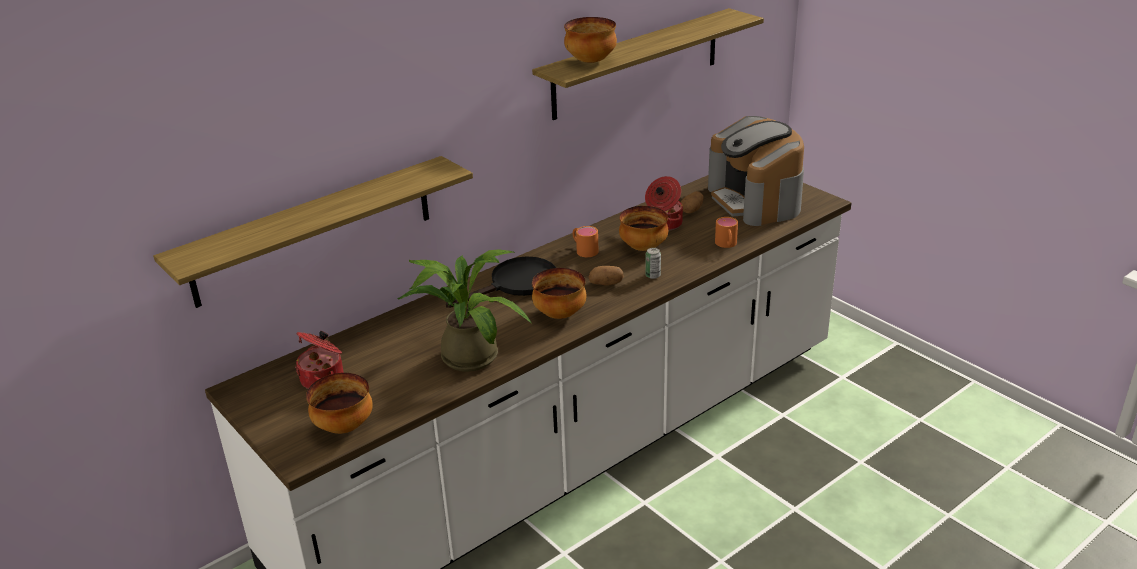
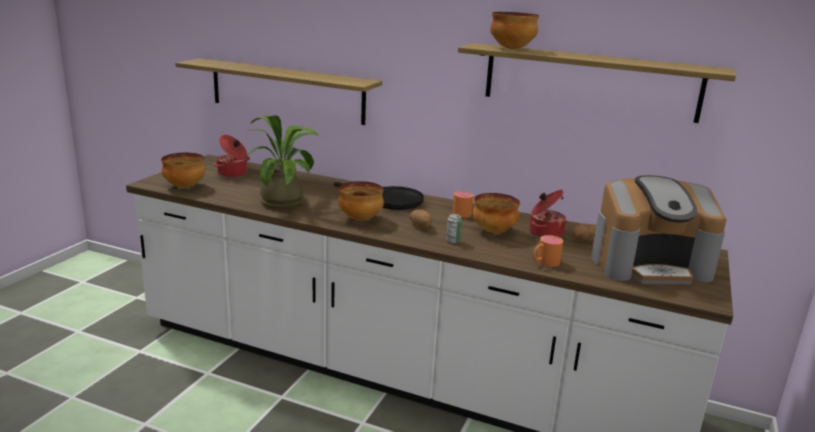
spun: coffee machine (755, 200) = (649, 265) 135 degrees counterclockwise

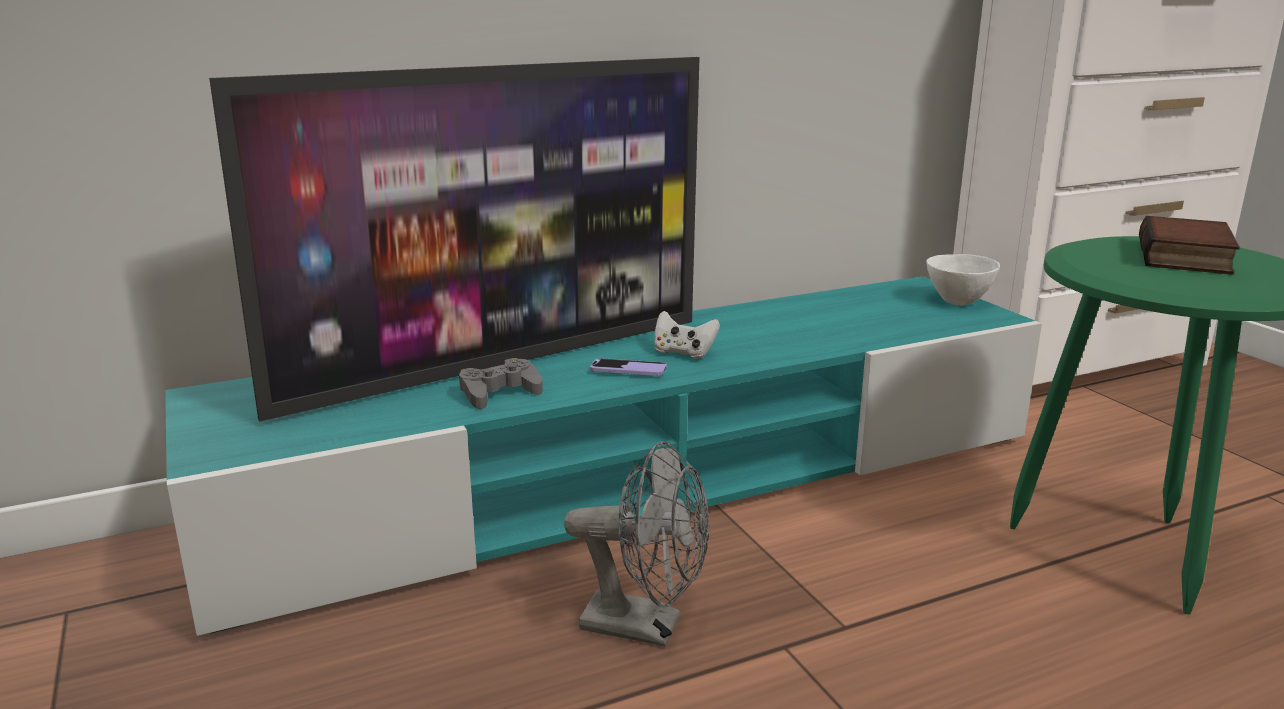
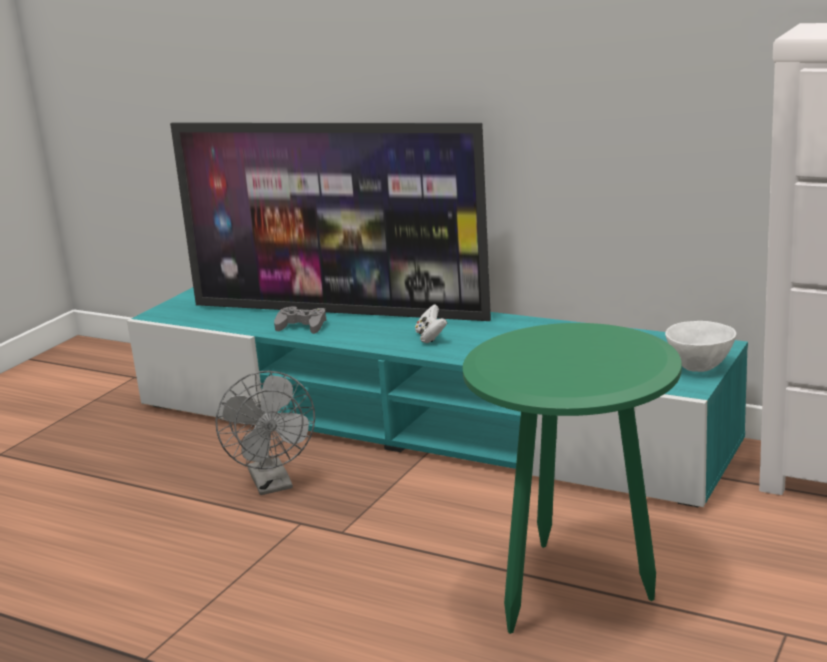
missing: phone (628, 370); book (1187, 257)

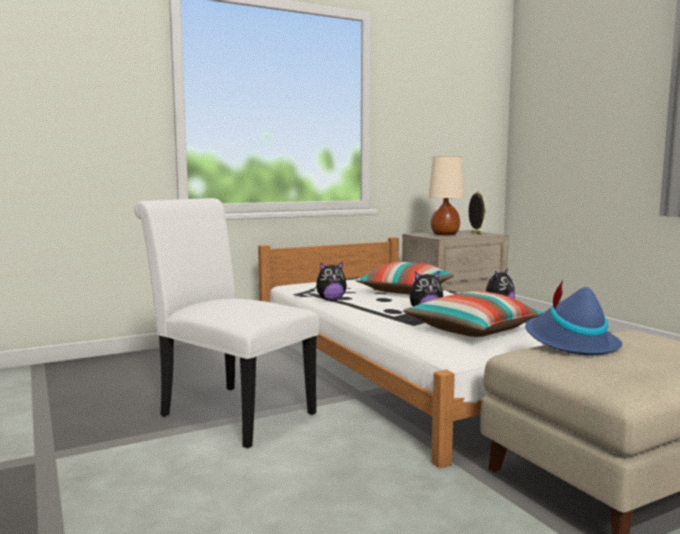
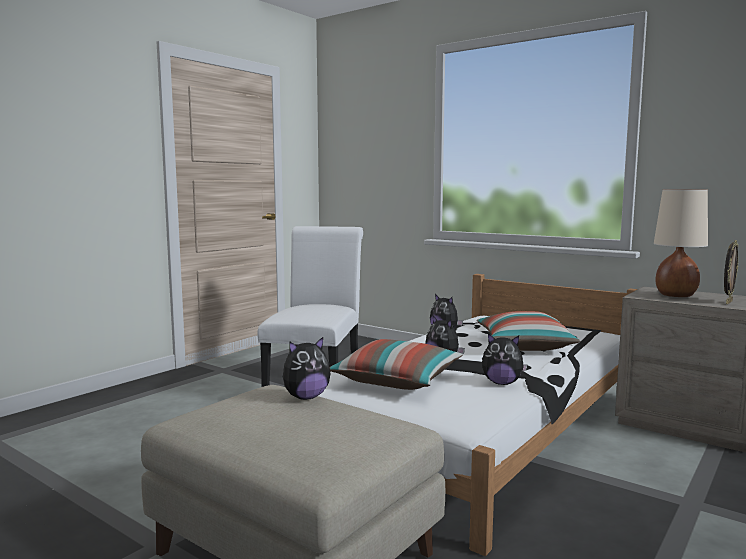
exchanged: blue hat (569, 343) to plush toy (305, 397)

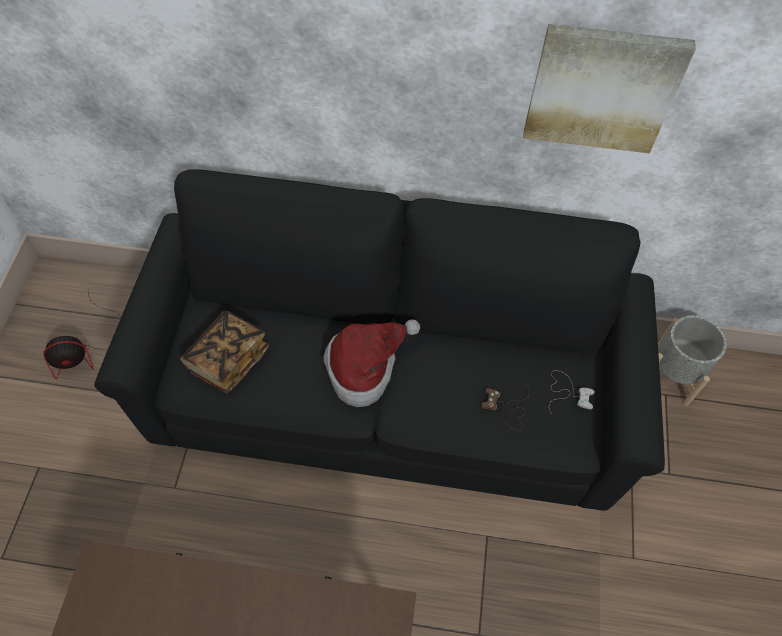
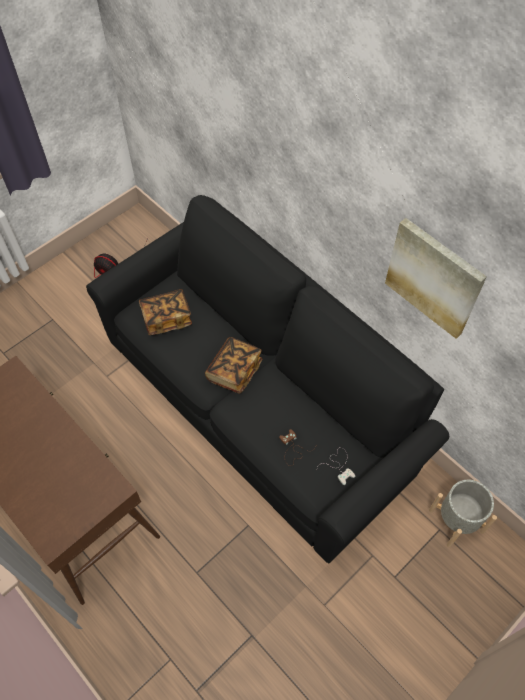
exchanged: hat (365, 367) to book (234, 371)

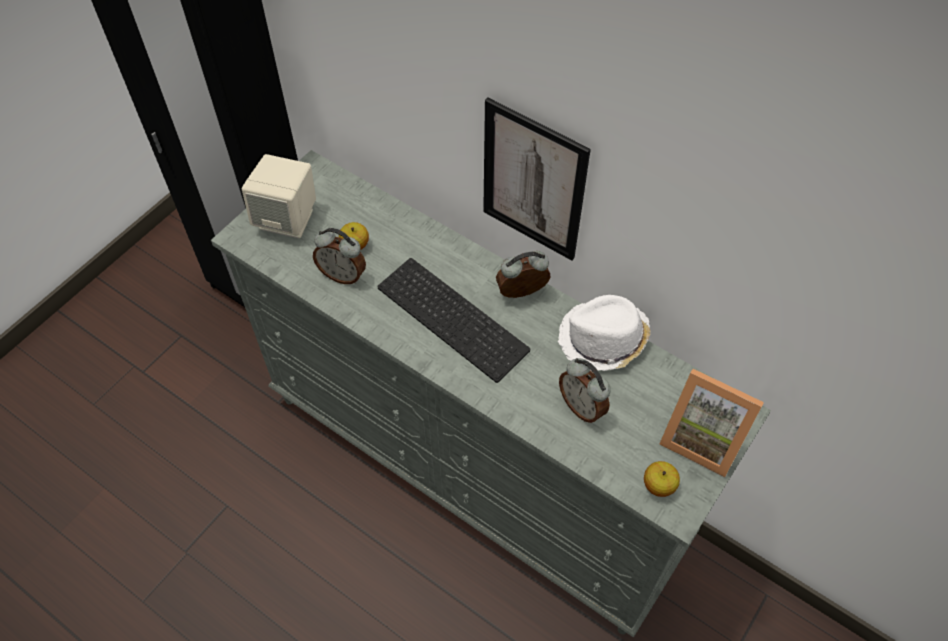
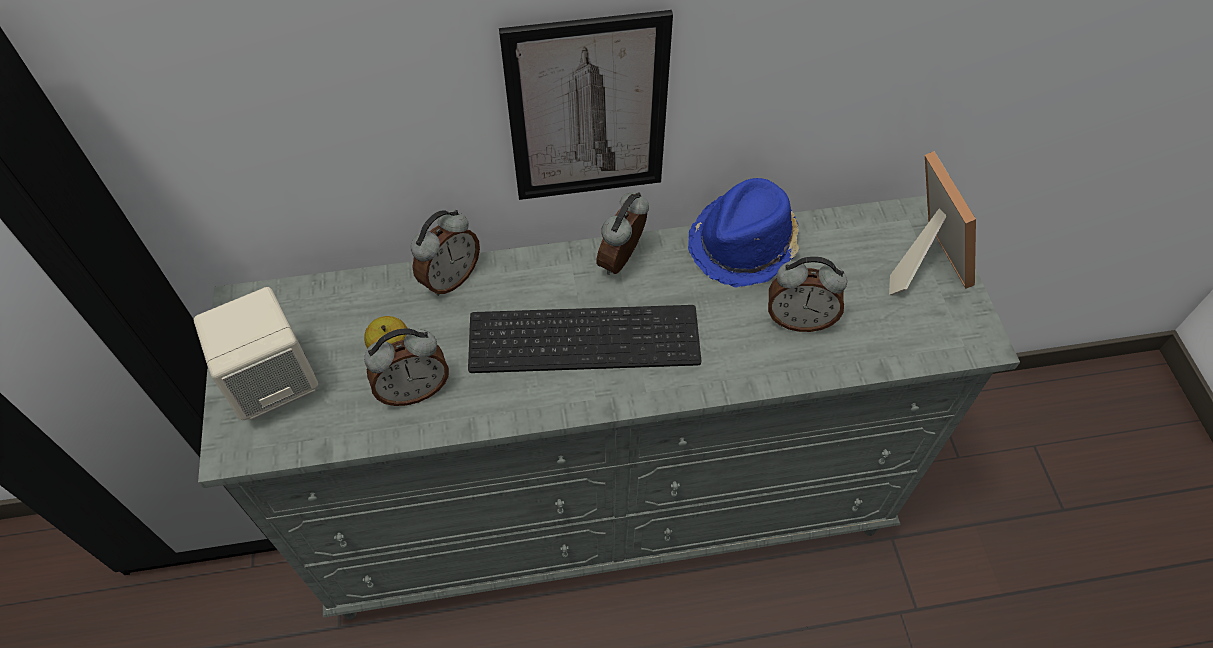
missing: apple (658, 485)
appeared: alarm clock (450, 278)
colour: white hat (602, 340) to blue hat (744, 244)
spun: picture frame (702, 438) = (922, 261) 90 degrees counterclockwise

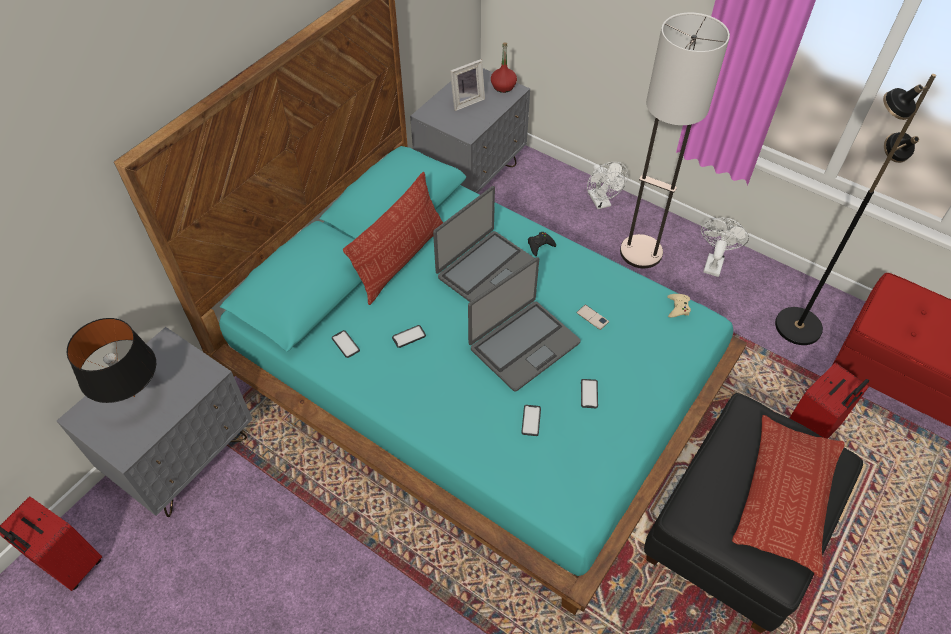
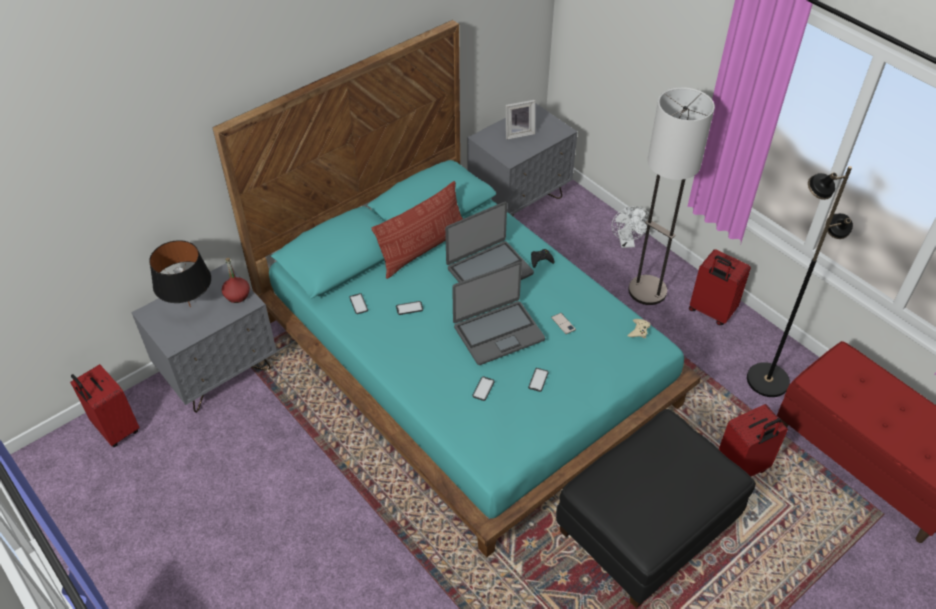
missing: pillow (786, 496)
relocated: red bottle (503, 86) to (237, 295)
exchanged: white fan (714, 262) to red suitcase (711, 312)

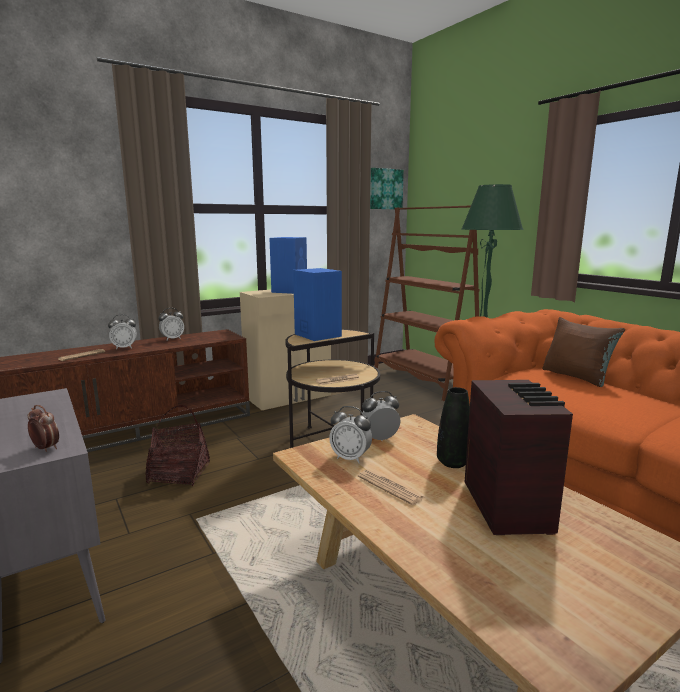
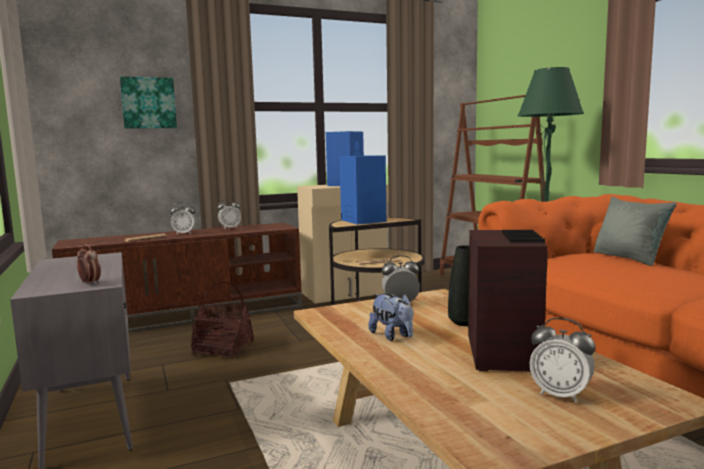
relocated: alarm clock (350, 458) to (560, 395); picture (385, 189) to (148, 103)
exchanged: newspaper (390, 487) to plush toy (392, 336)
colour: brown pillow (576, 377) to grey pillow (629, 258)

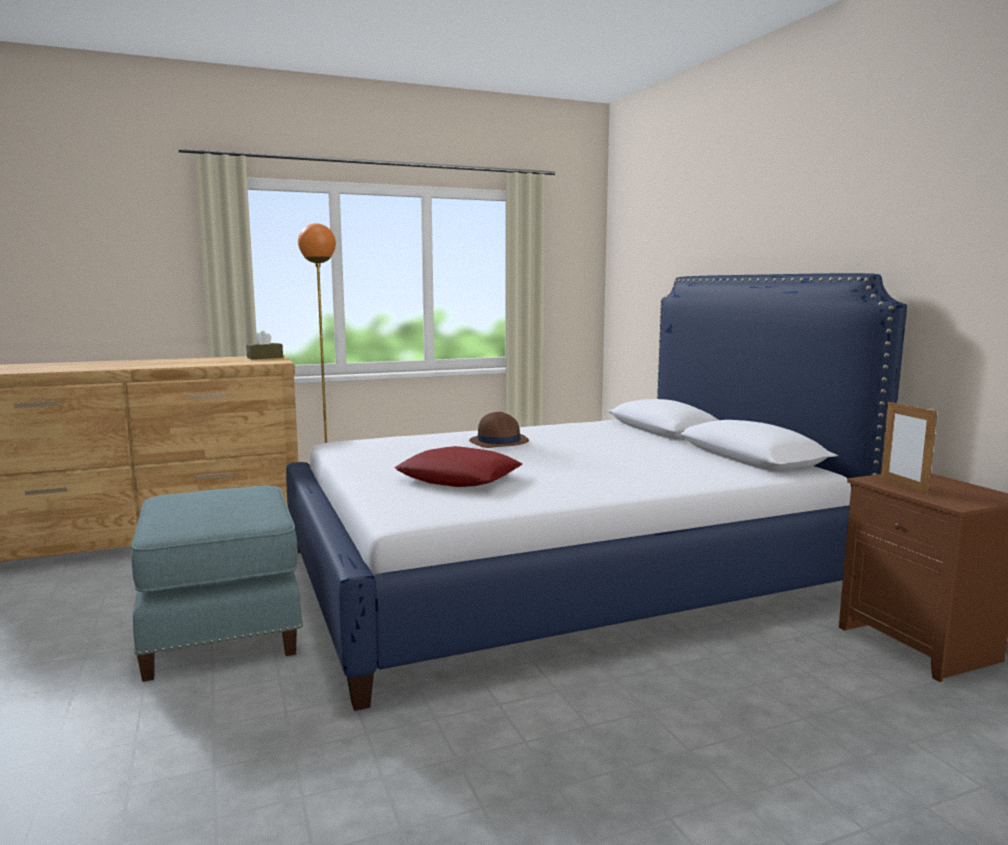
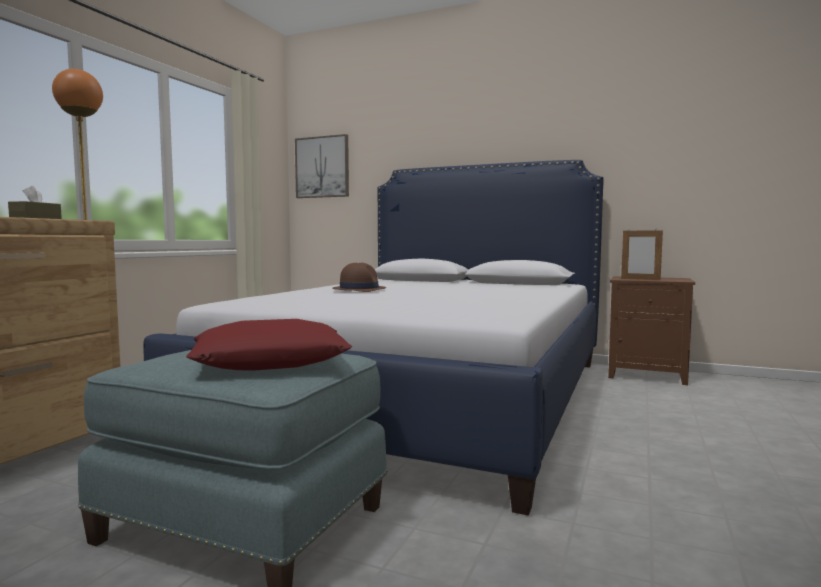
appeared: picture (322, 167)
relocated: red pillow (459, 478) to (271, 360)

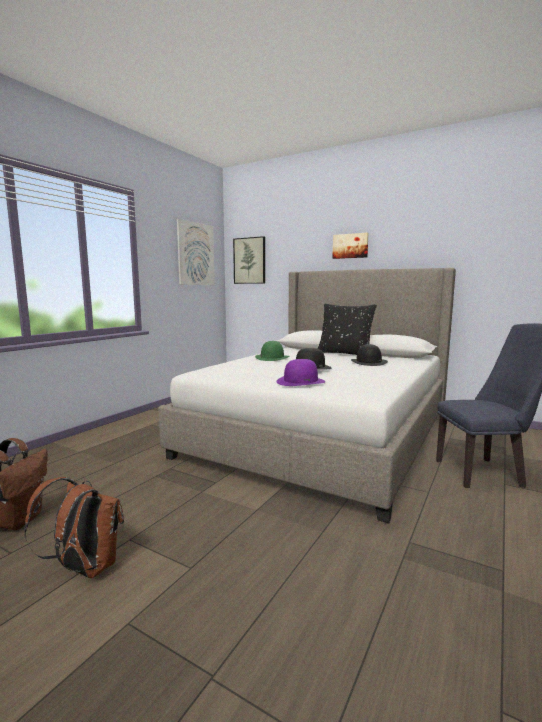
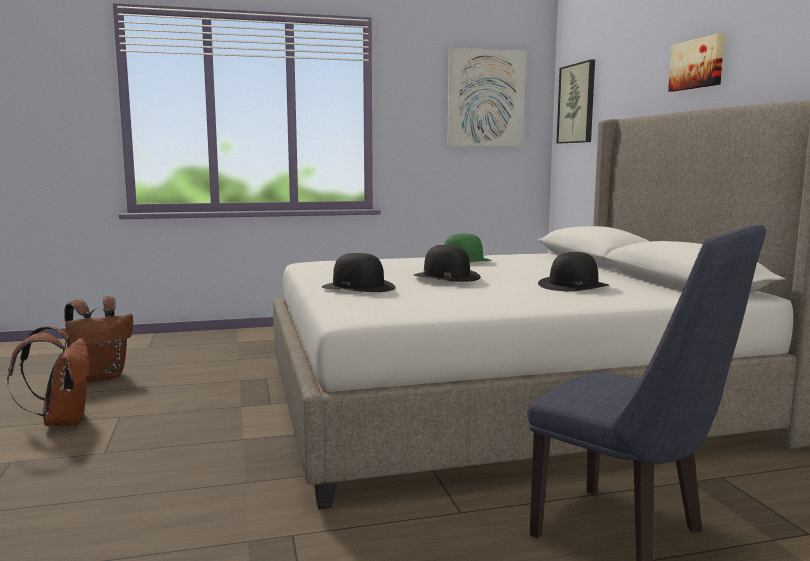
missing: black pillow (345, 354)
colour: purple hat (301, 381) to black hat (359, 287)

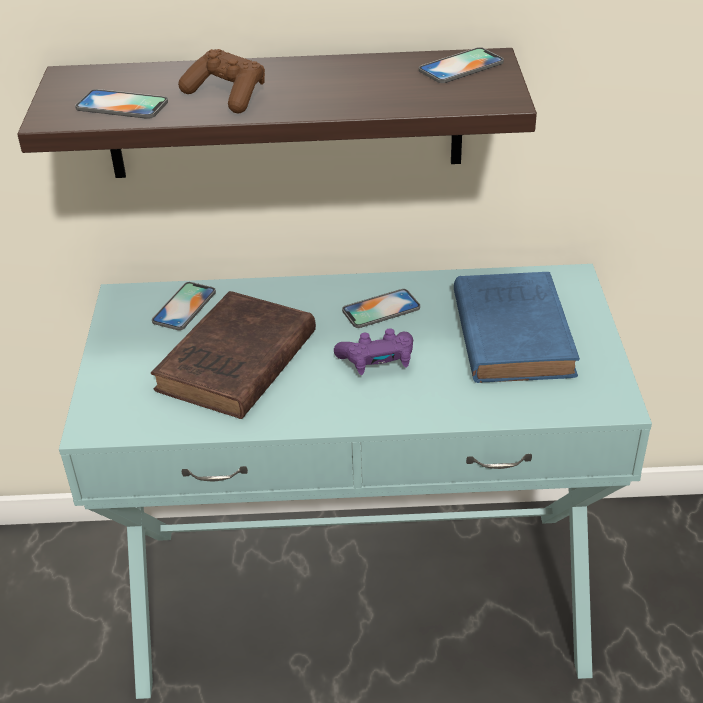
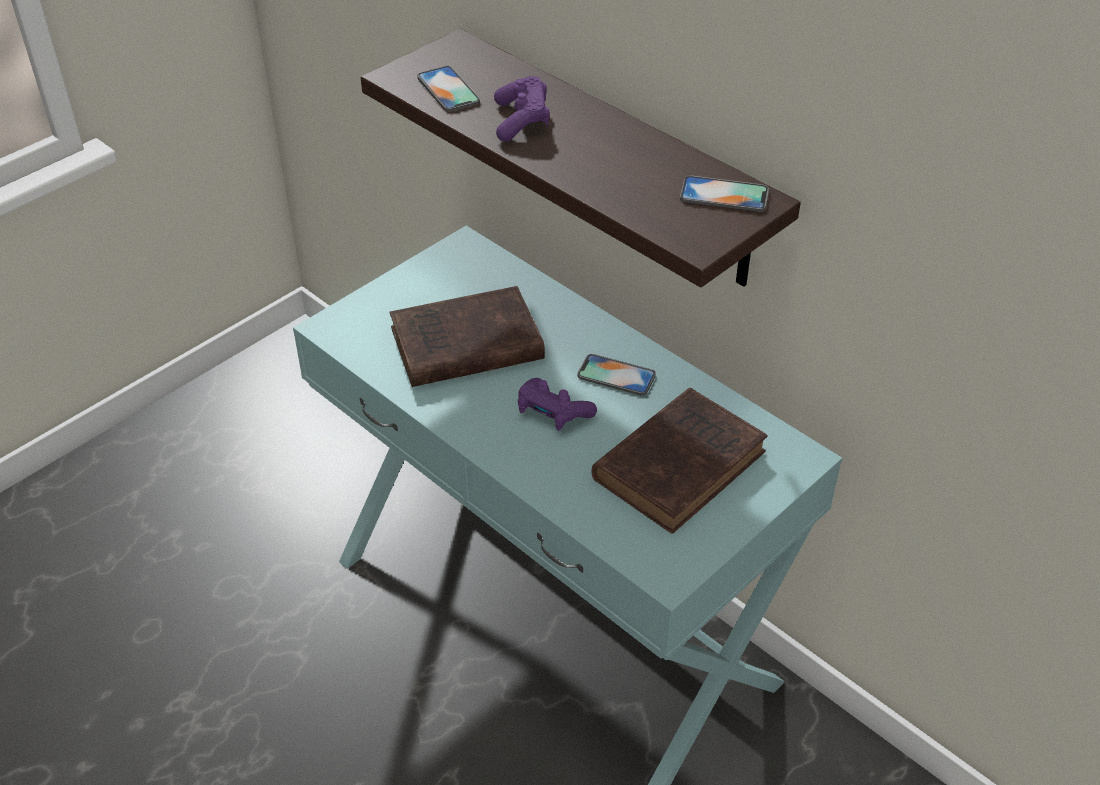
missing: phone (184, 306)
colour: brown game controller (227, 95) to purple game controller (521, 121); blue book (511, 332) to brown book (682, 463)

